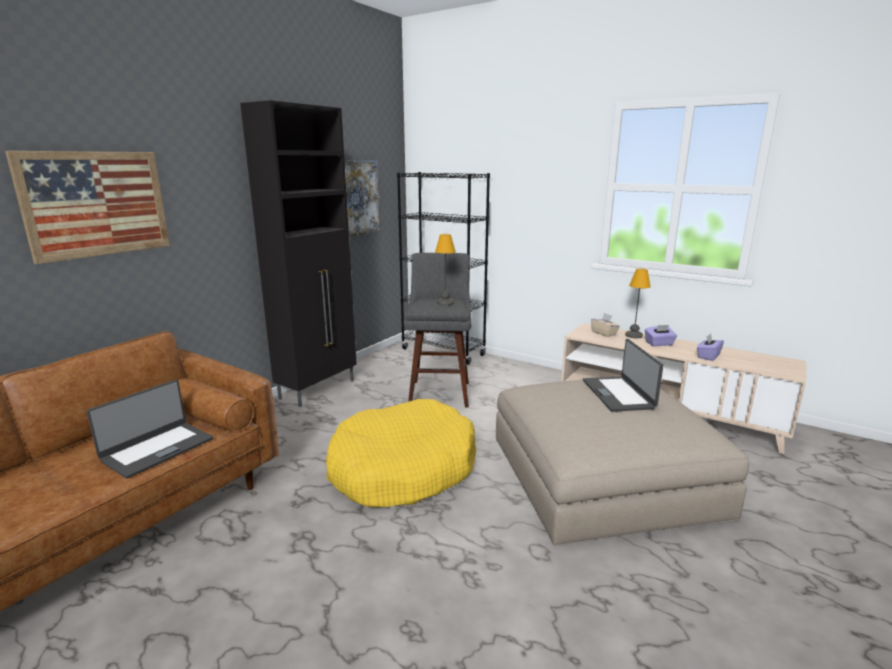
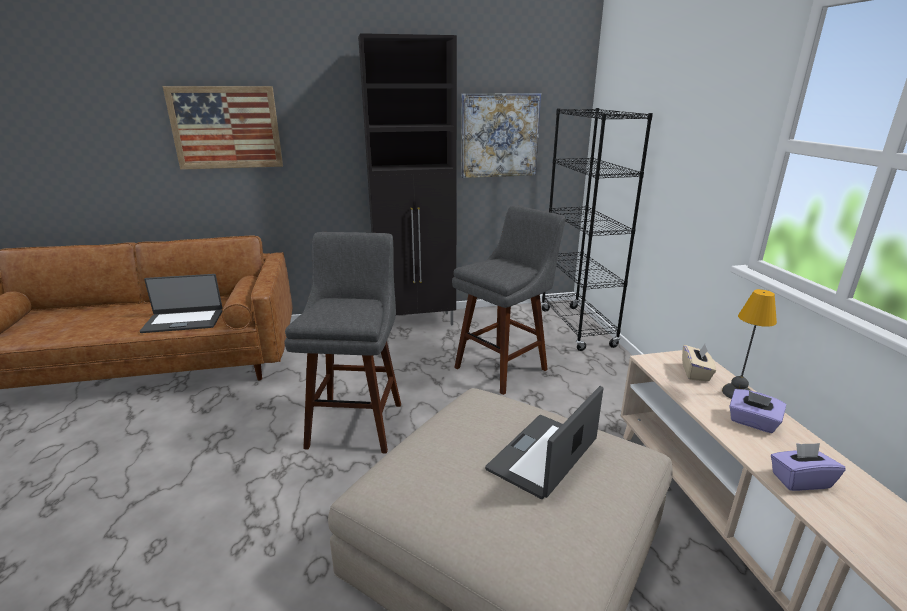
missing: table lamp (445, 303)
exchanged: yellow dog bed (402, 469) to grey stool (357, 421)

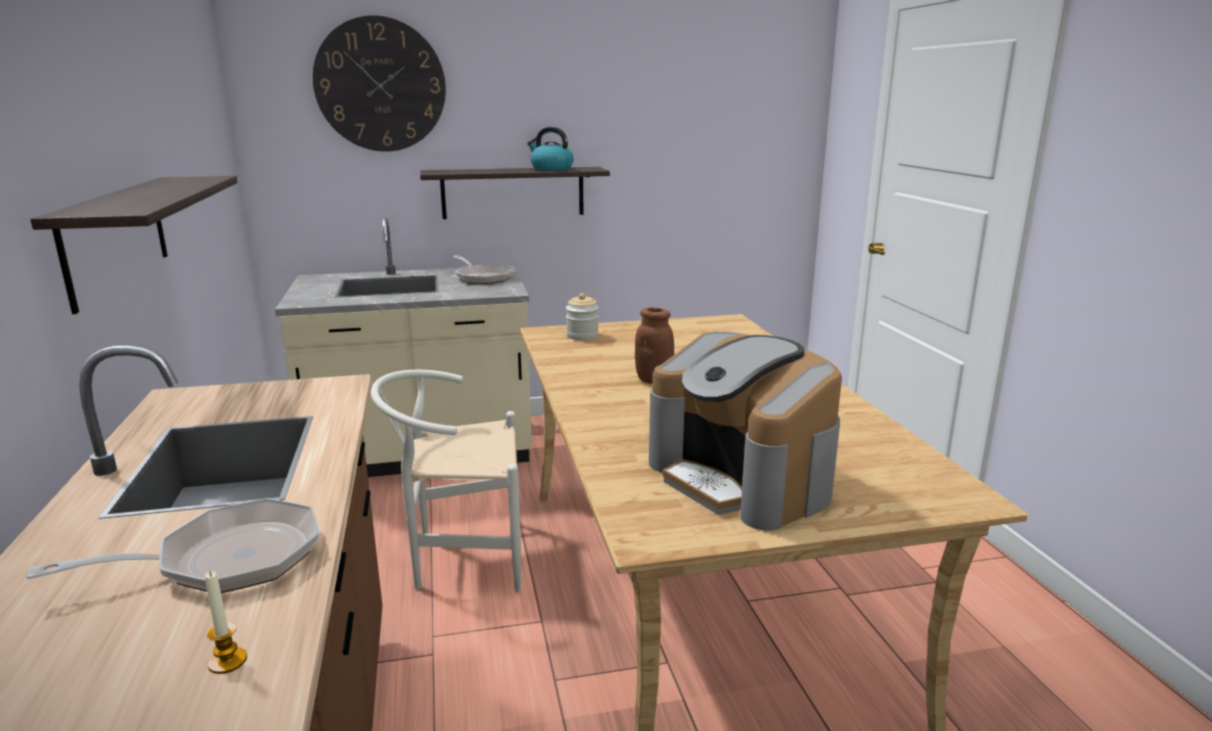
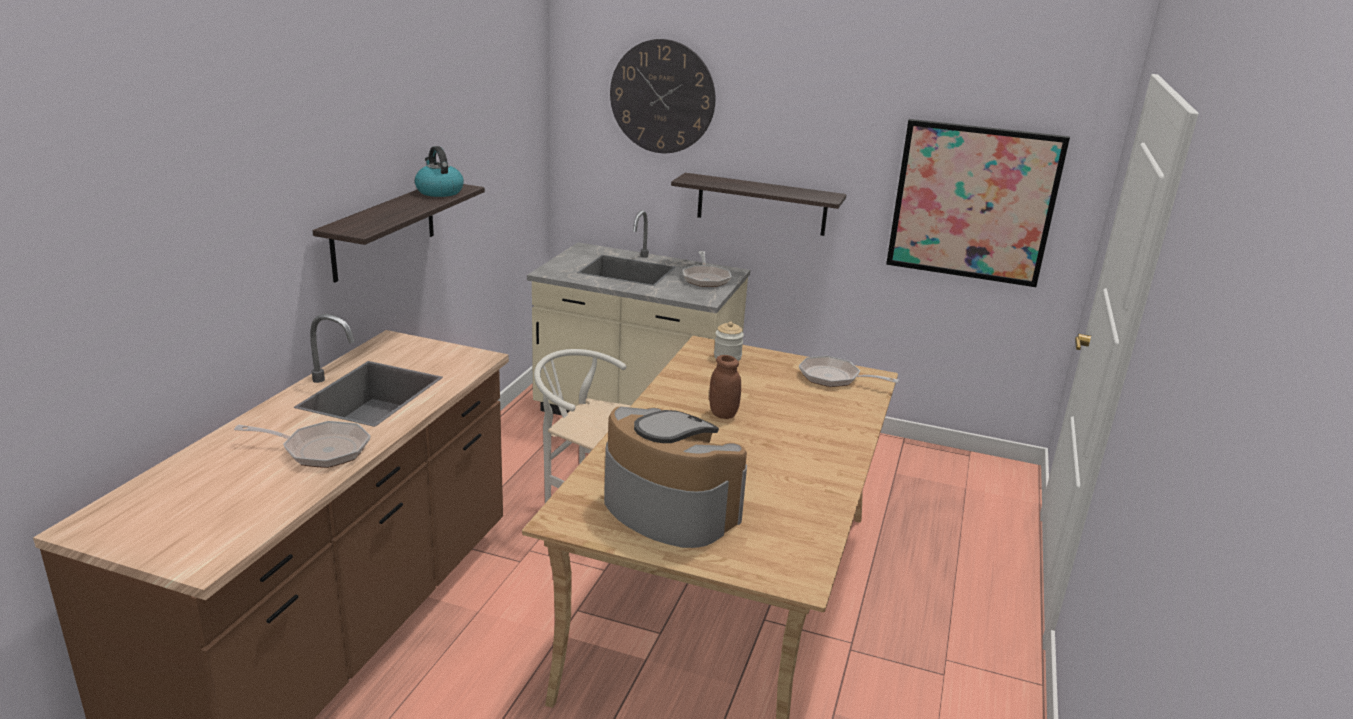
missing: candle (227, 661)
appeared: frying pan (834, 378); picture (973, 202)
relocated: kettle (551, 169) to (439, 191)
spun: coffee machine (742, 479) = (668, 508) 135 degrees clockwise

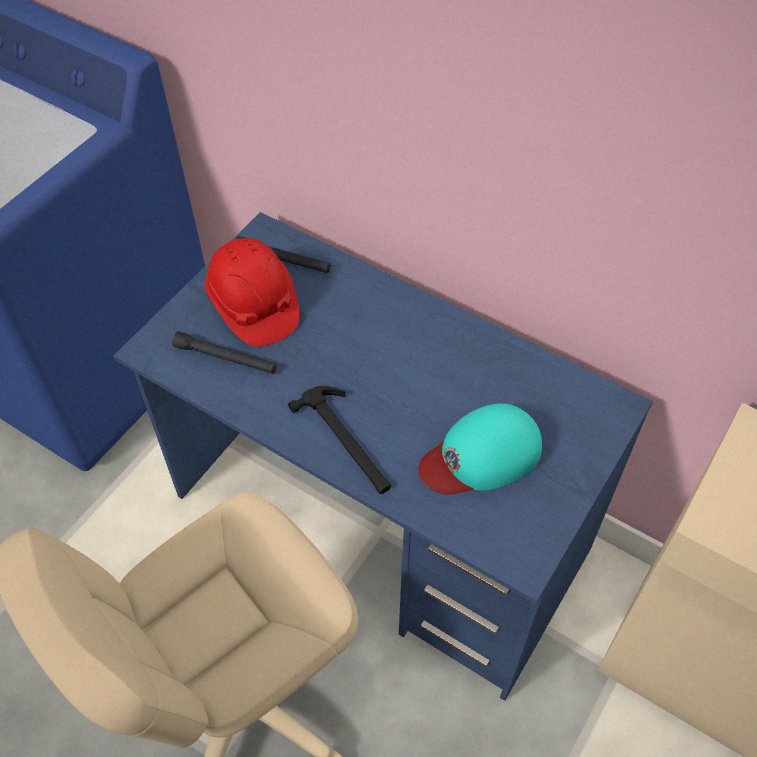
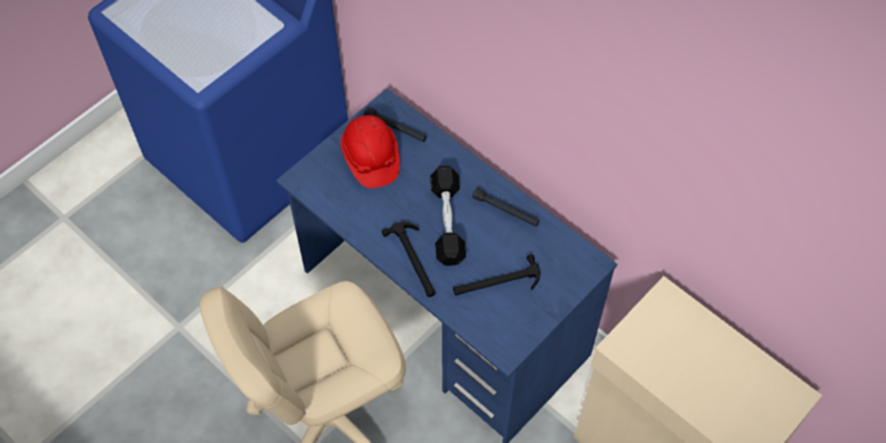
appeared: black dumbbell (447, 222)
relocated: black flashlight (225, 358) to (505, 210)
exchanged: turquoise cap (481, 455) to hammer (497, 282)

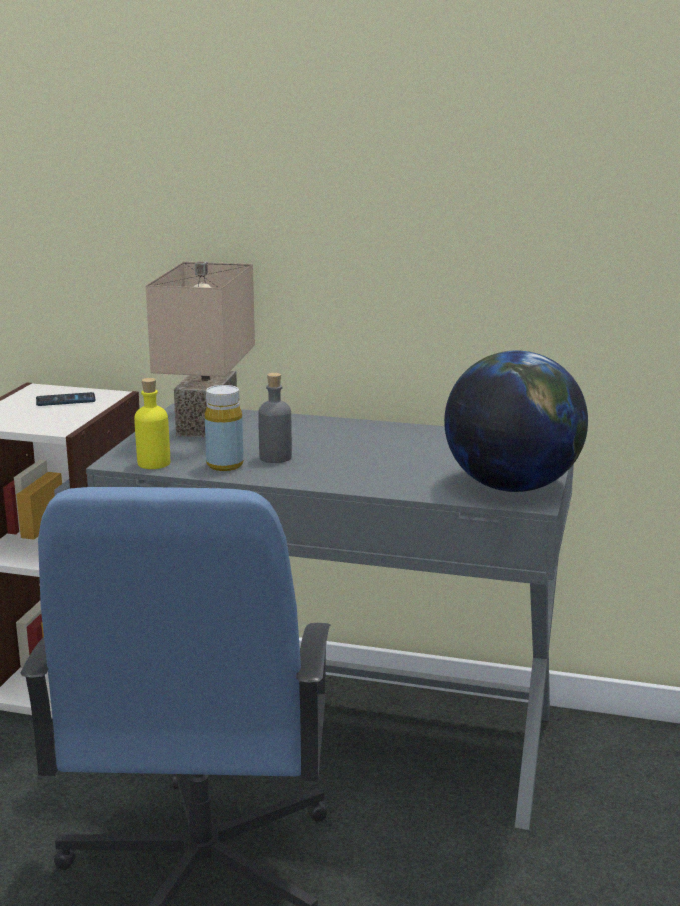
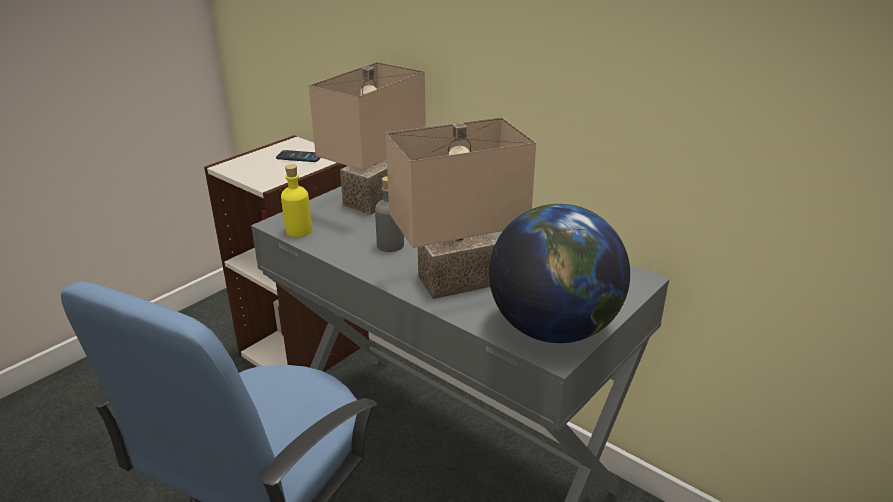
missing: yellow bottle (225, 465)
appeared: beige table lamp (458, 283)

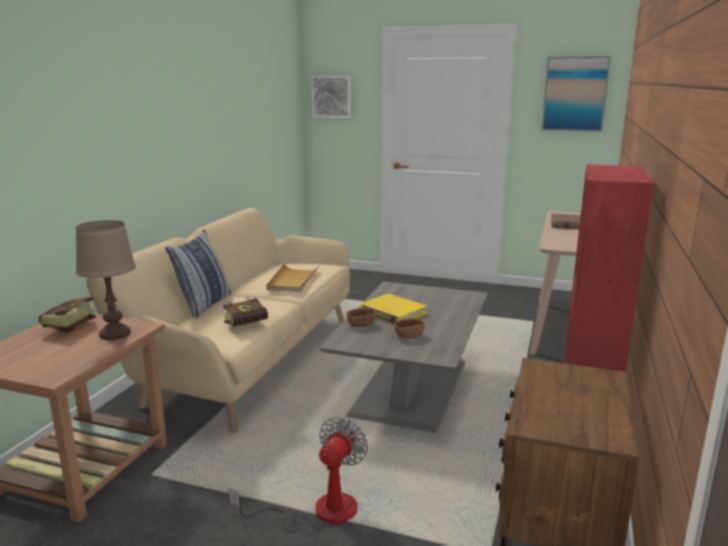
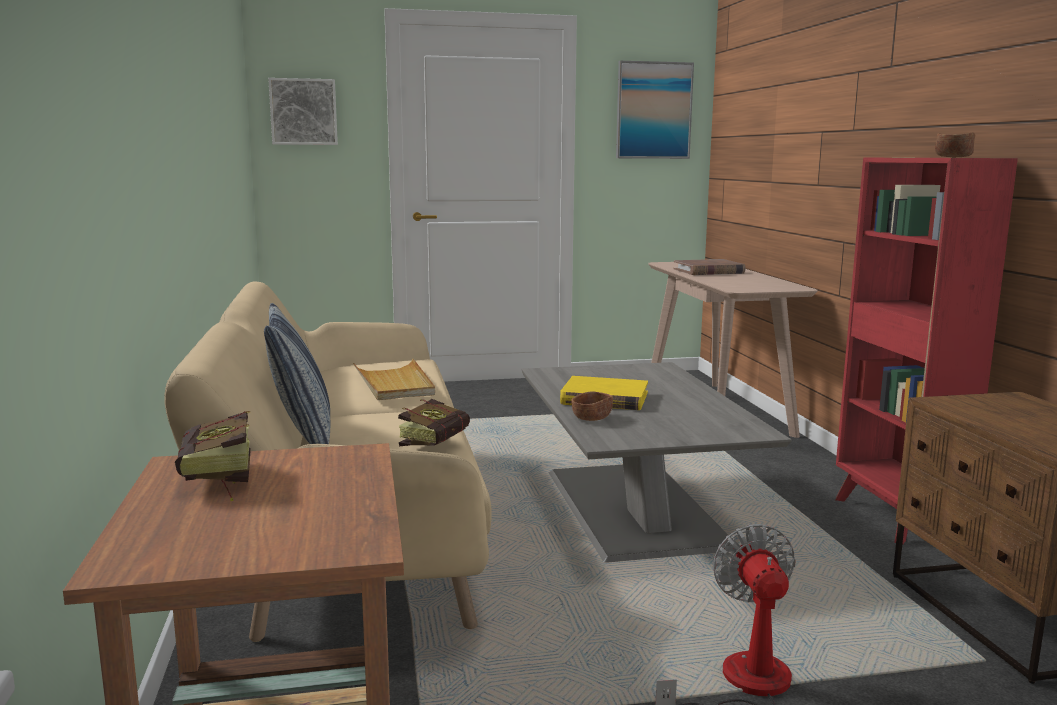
missing: brown table lamp (114, 334)
relocated: brown bowl (409, 336) to (953, 157)

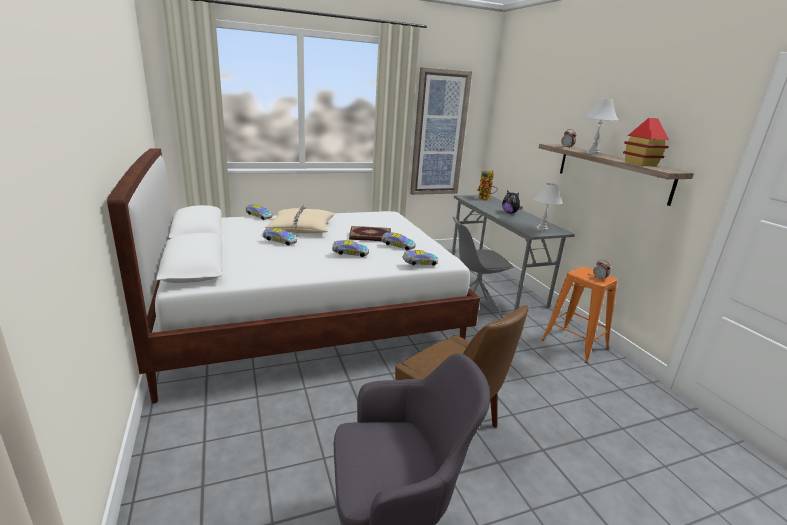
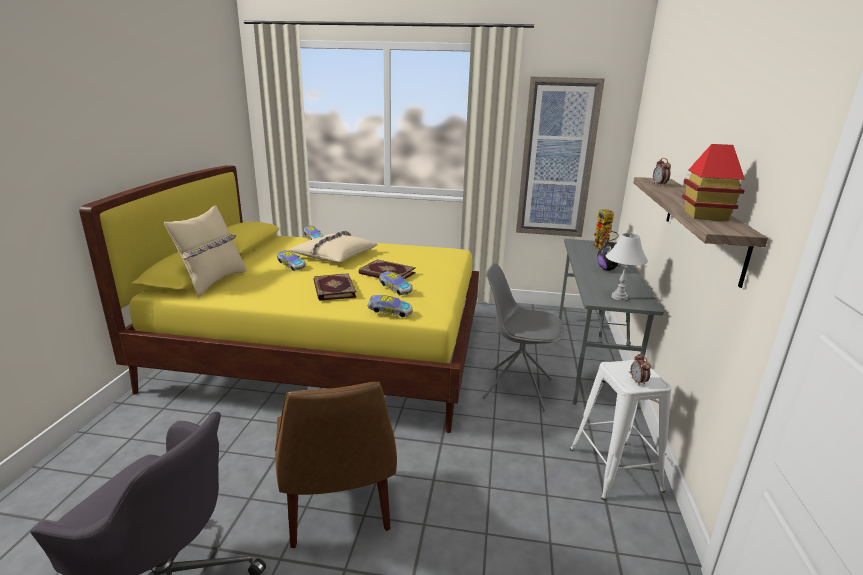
missing: white table lamp (592, 153)
appeared: beige pillow (213, 282)
exchanged: toy car (349, 254) to book (333, 289)
colour: white bed (307, 319) to yellow bed (326, 353); orange stool (574, 344) to white stool (614, 468)

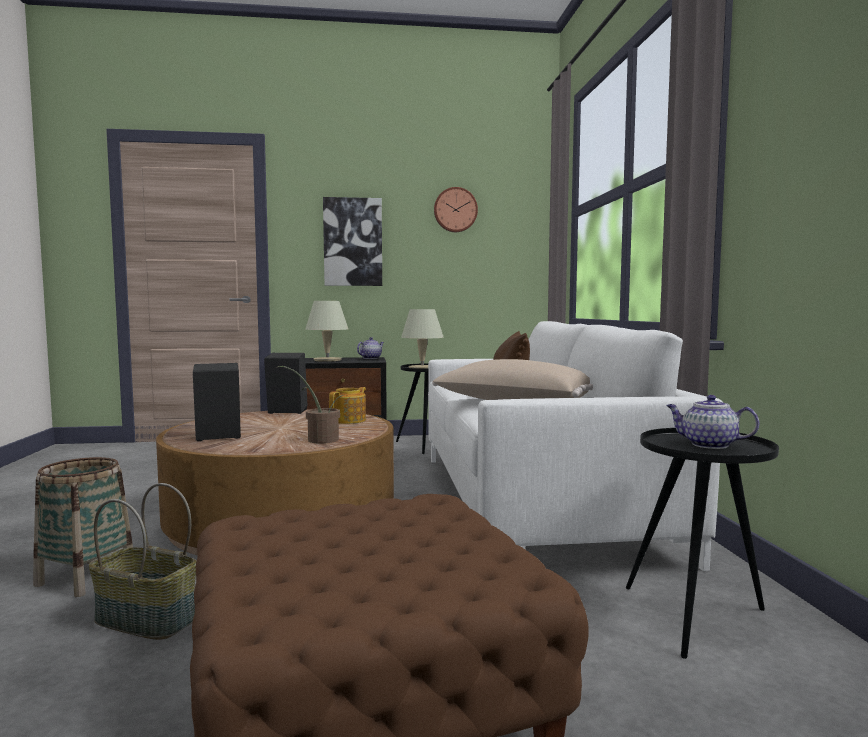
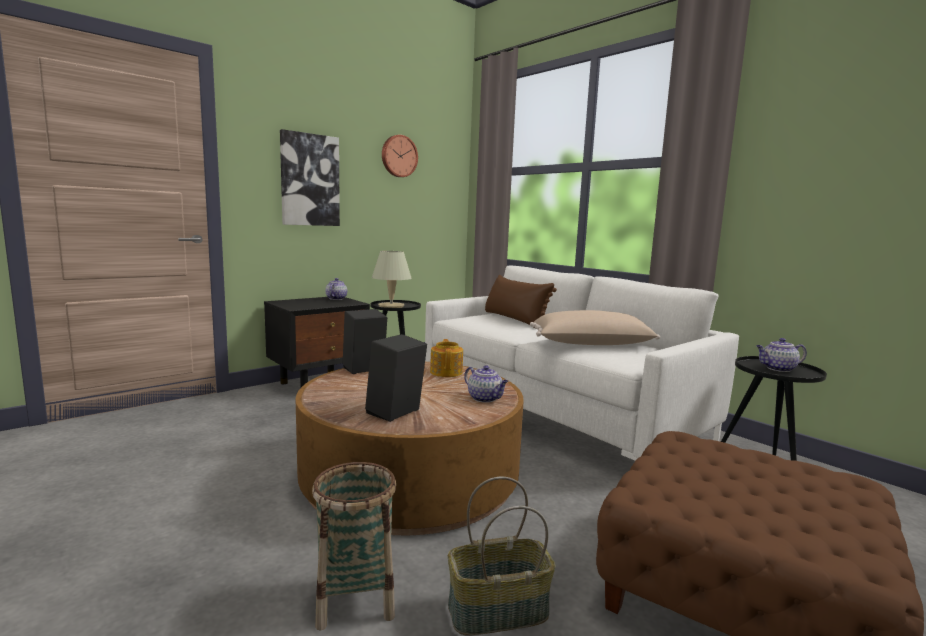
missing: beige table lamp (327, 360)
exchanged: potted plant (318, 439) to teapot (485, 398)

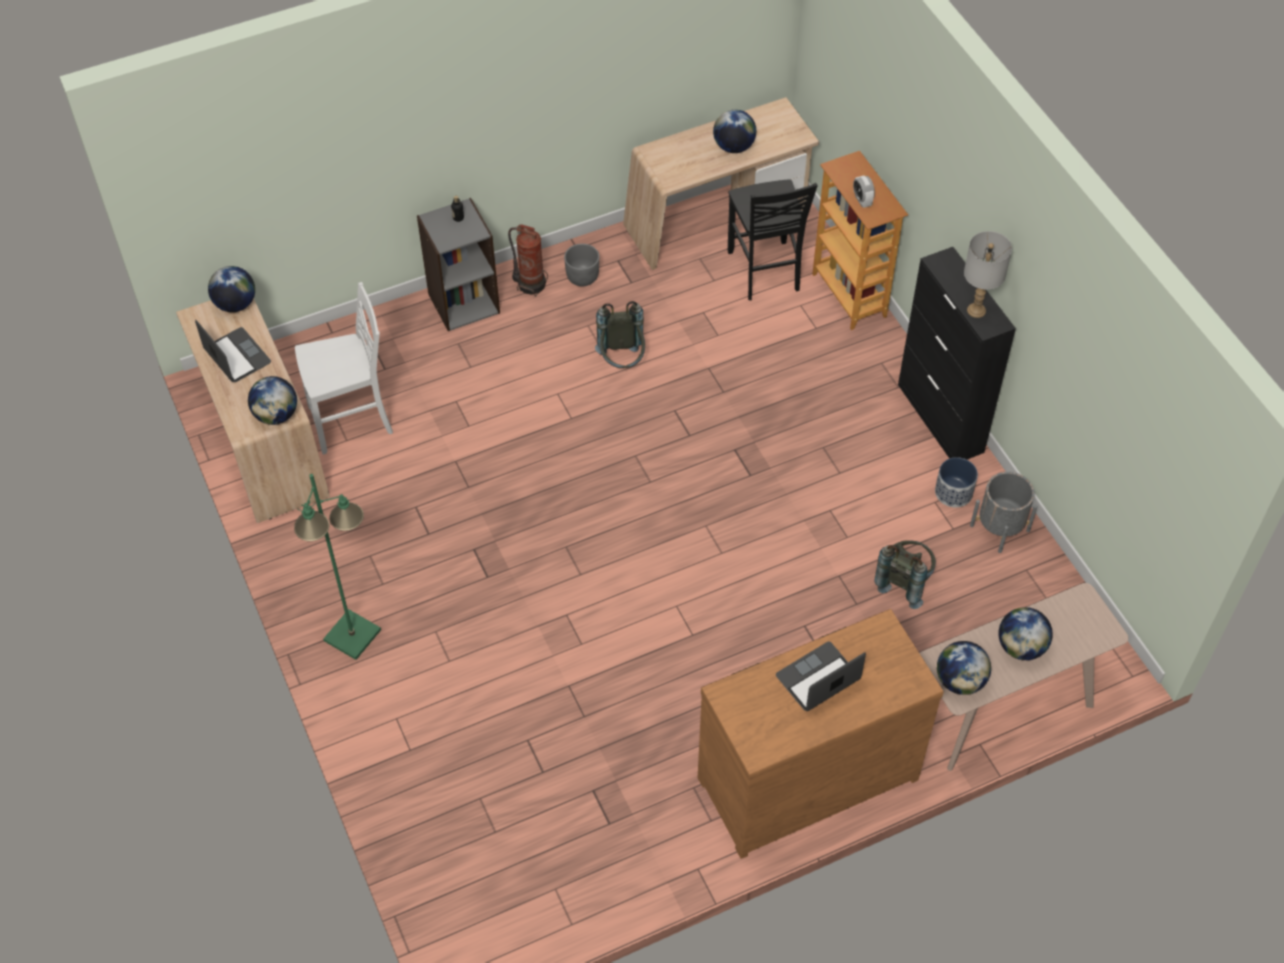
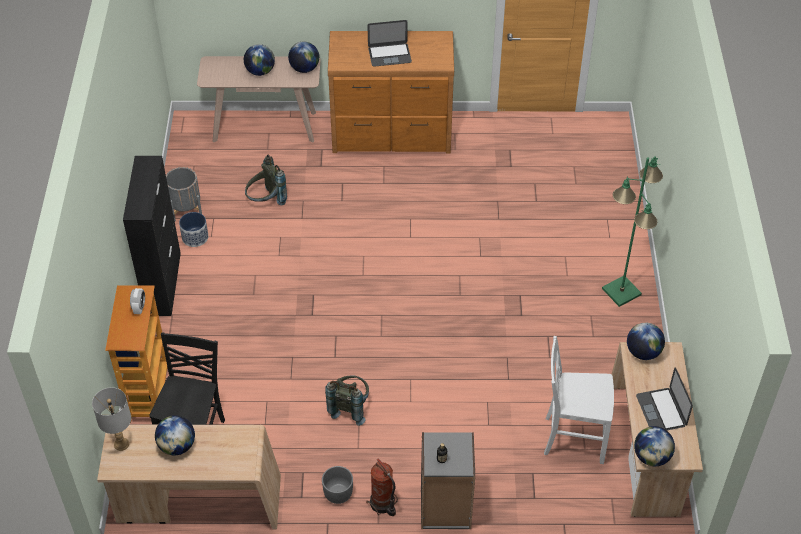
relocated: grey table lamp (976, 310) to (121, 444)

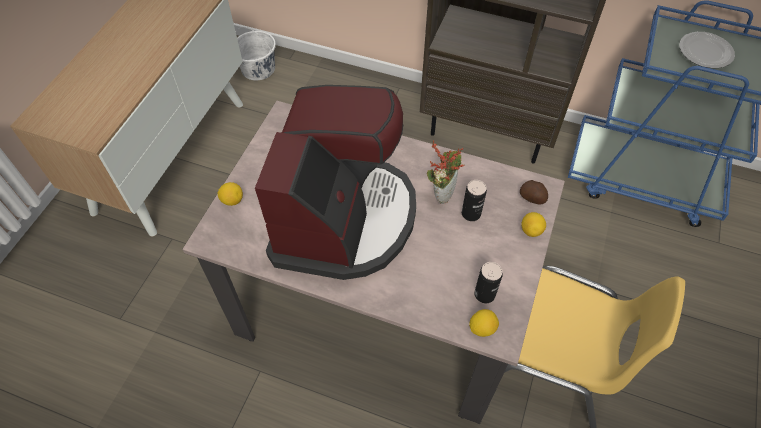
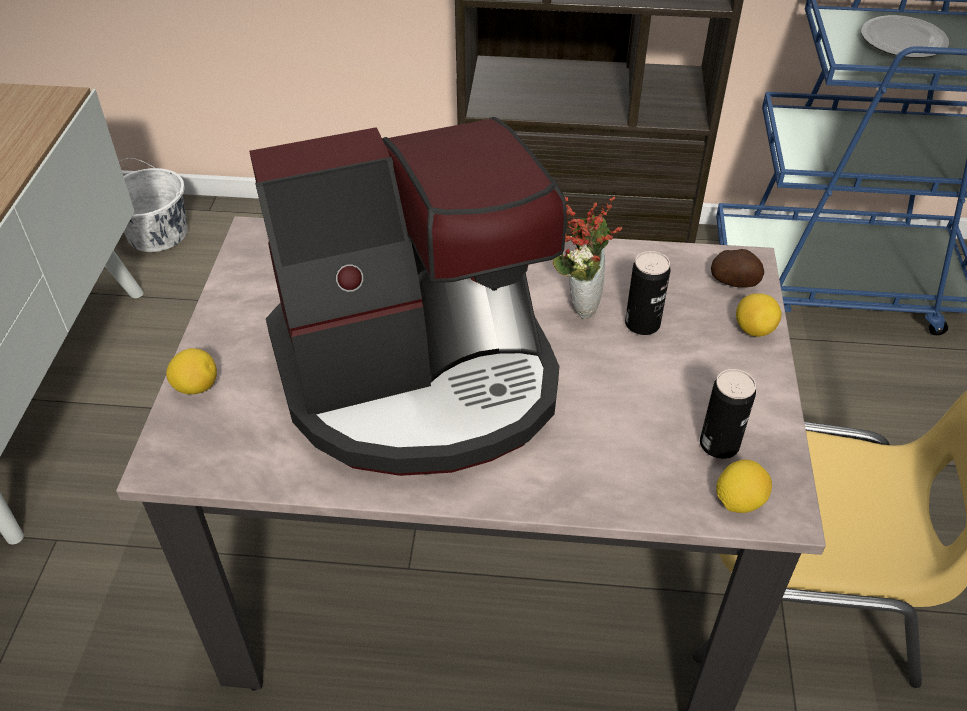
spun: coffee machine (344, 219) = (420, 376) 75 degrees clockwise

